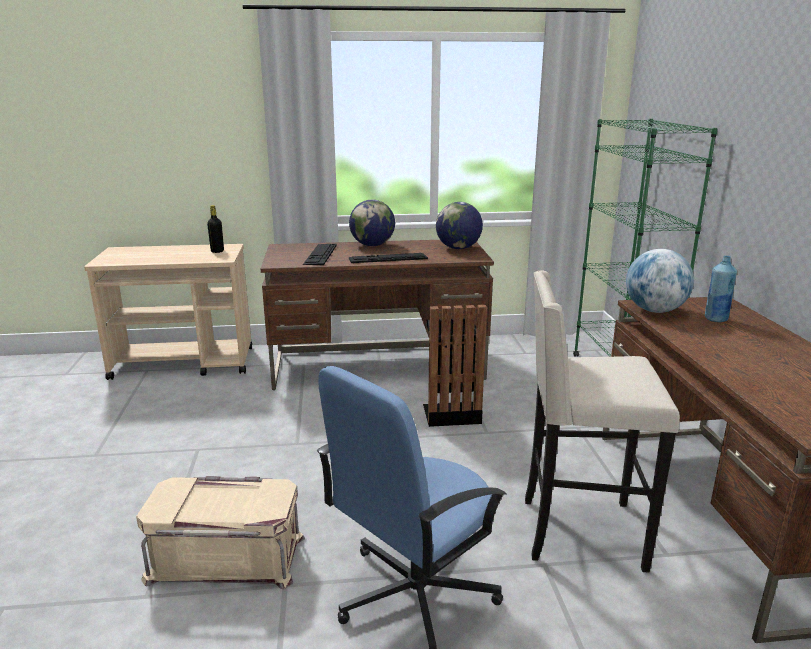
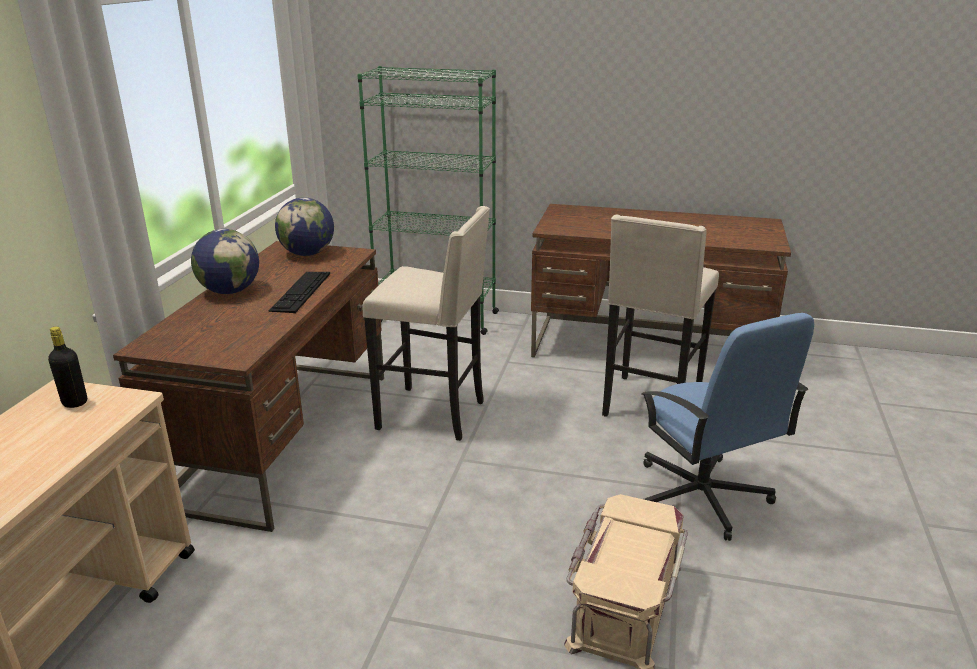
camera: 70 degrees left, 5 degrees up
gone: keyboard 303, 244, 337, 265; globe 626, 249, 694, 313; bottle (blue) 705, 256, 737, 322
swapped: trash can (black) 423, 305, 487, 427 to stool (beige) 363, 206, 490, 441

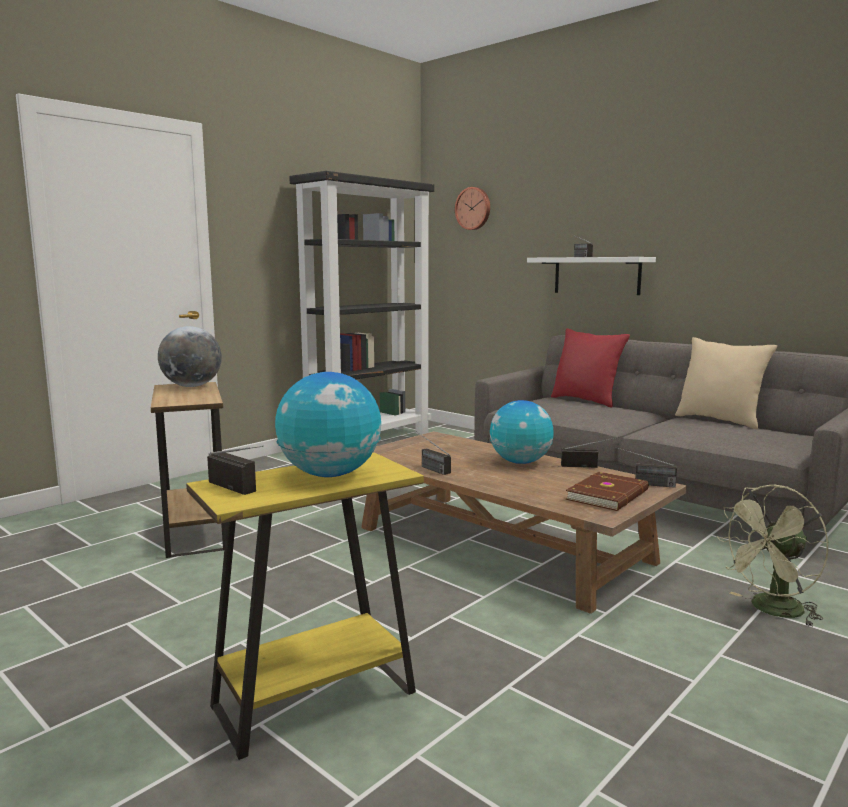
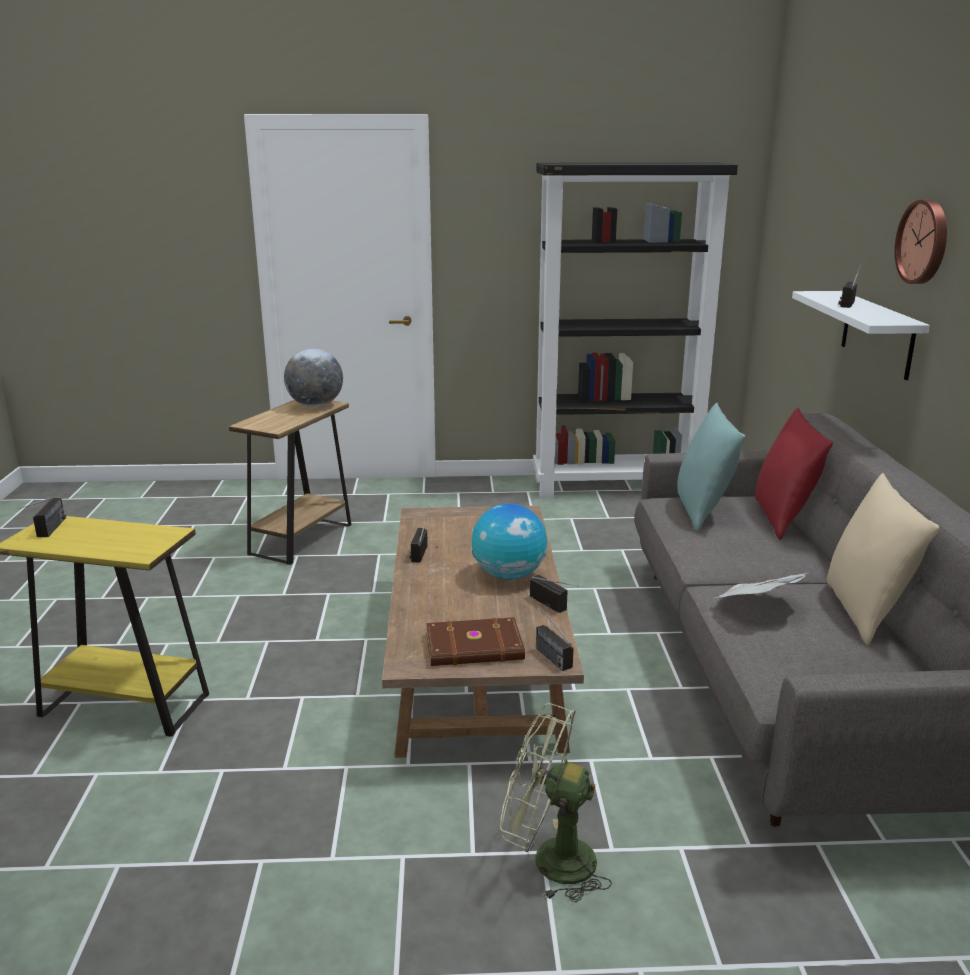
camera: 45 degrees right, 10 degrees up
gone: globe 275, 372, 381, 477
new: pillow (turquoise) 677, 403, 745, 532; newspaper 715, 573, 807, 598
shifted: wall clock 455, 187, 490, 230 to 895, 199, 947, 284

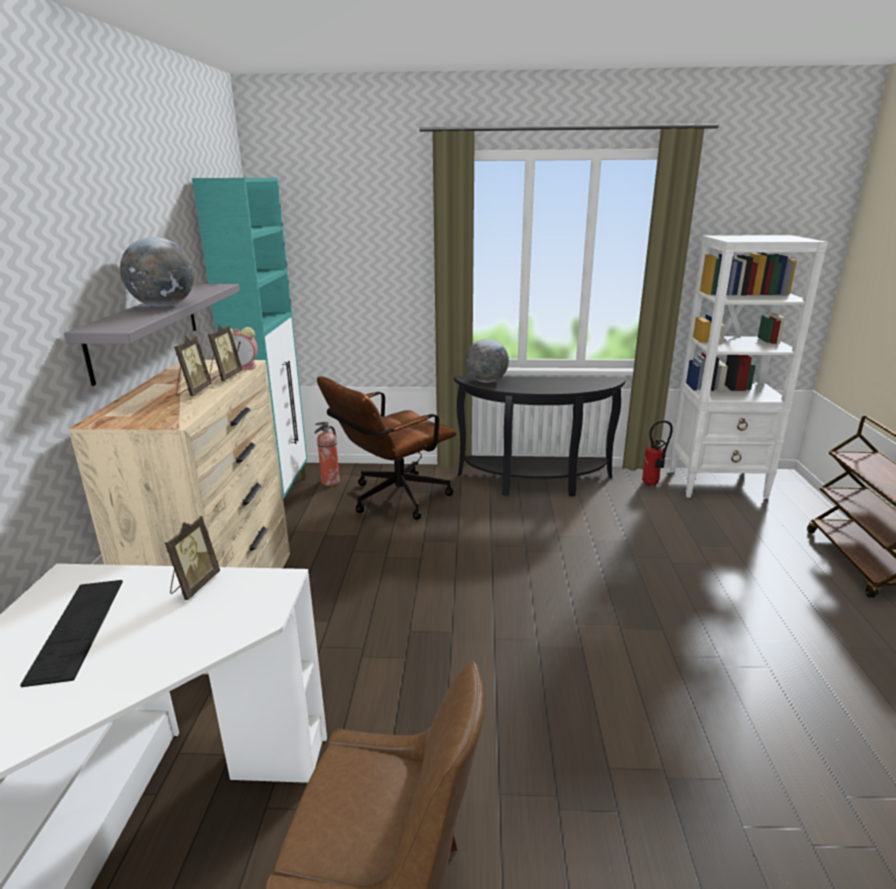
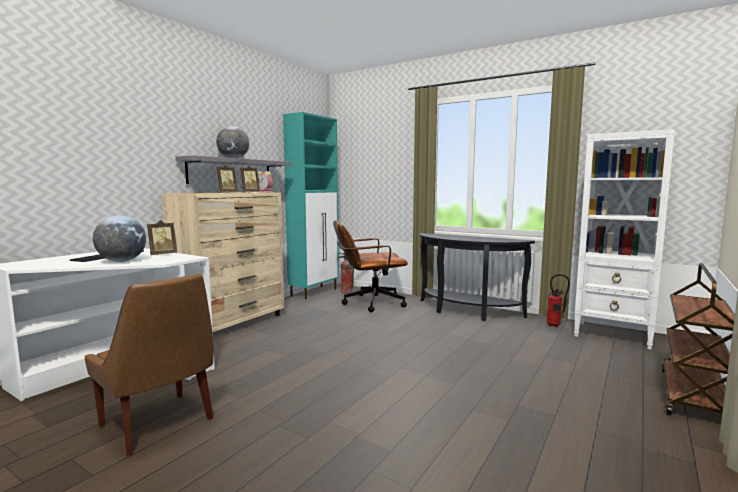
camera: 30 degrees right, 15 degrees down
shifted: globe 465, 339, 509, 383 to 93, 216, 146, 262

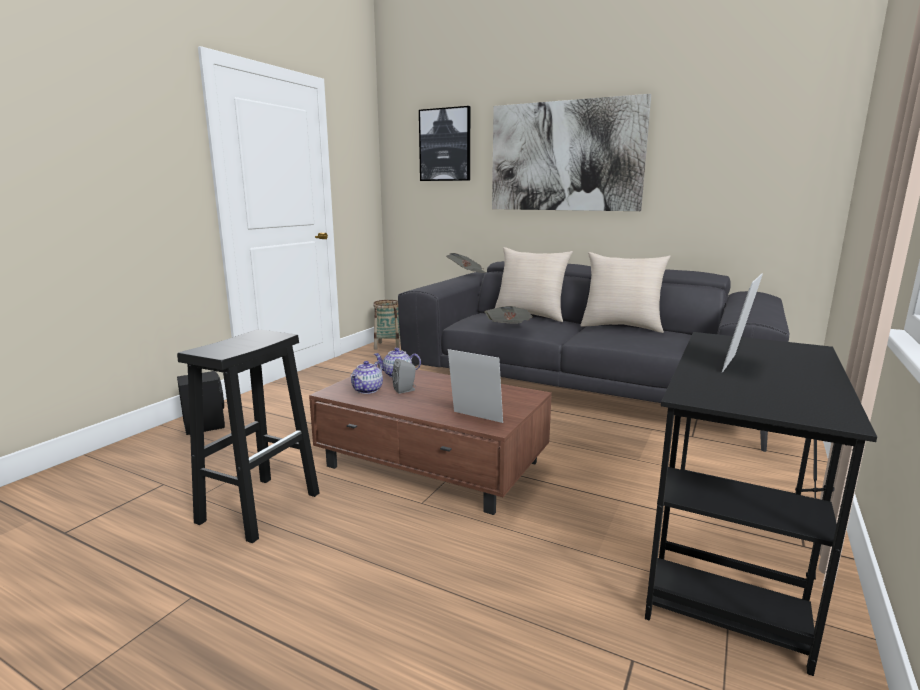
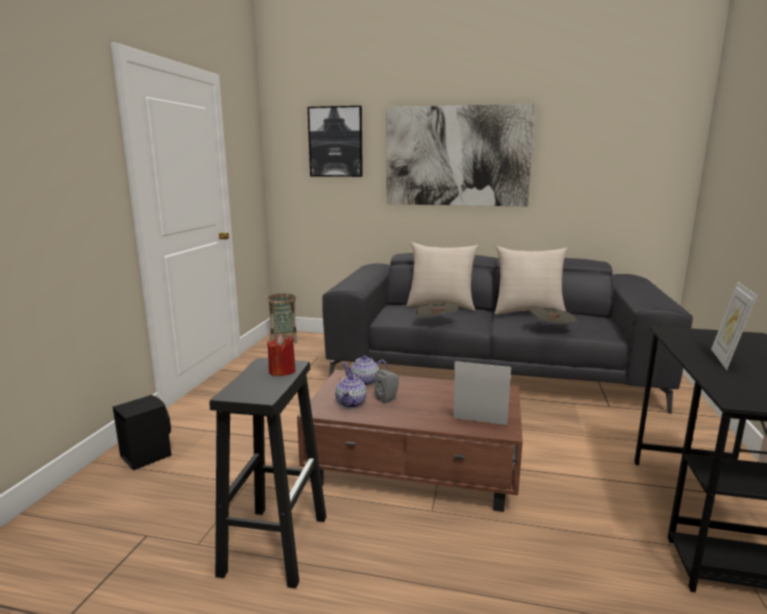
camera: 15 degrees left, 0 degrees up
new: candle (red) 268, 335, 296, 376
shifted: newspaper 446, 253, 486, 273 to 529, 308, 578, 324

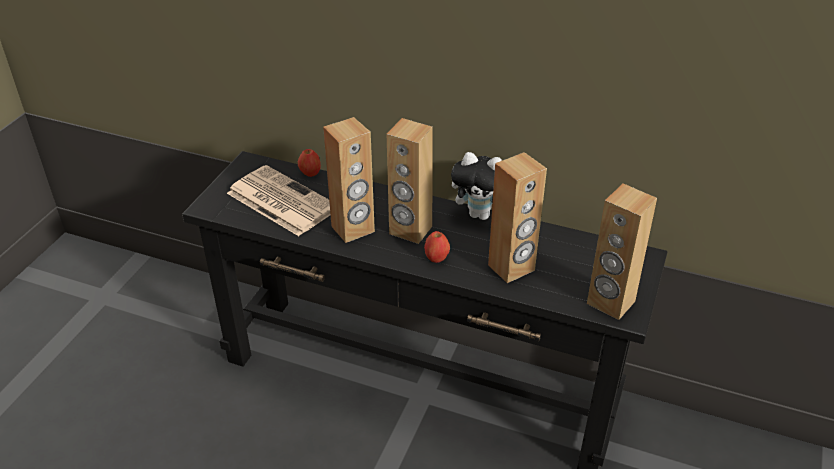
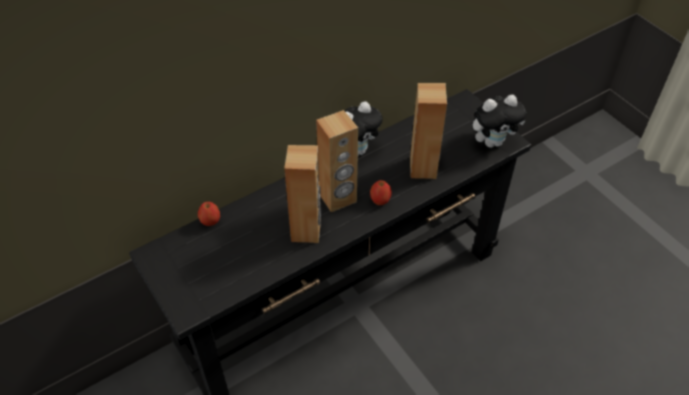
camera: 55 degrees left, 10 degrees up
gone: newspaper 227, 165, 330, 236
swapped: speaker (brown) 587, 184, 657, 320 to plush toy 473, 95, 526, 148

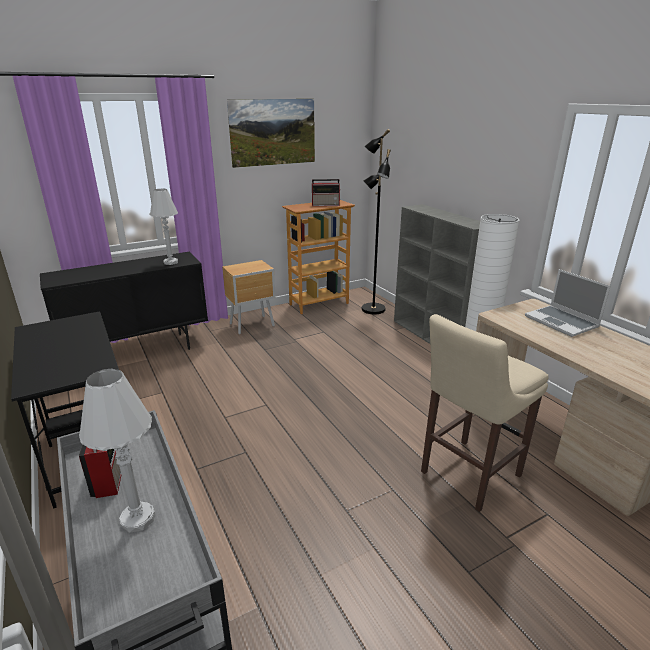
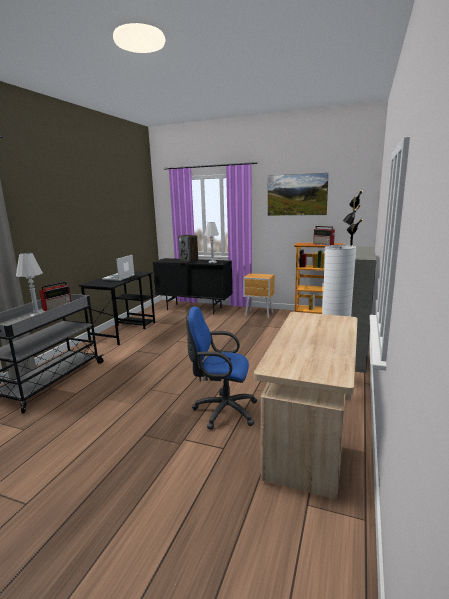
camera: 50 degrees right, 10 degrees down
new: speaker 178, 235, 199, 263
shifted: laptop 525, 269, 611, 337 to 102, 255, 135, 281
swapped: stool (beige) 421, 314, 549, 512 to office chair (blue) 186, 307, 258, 430

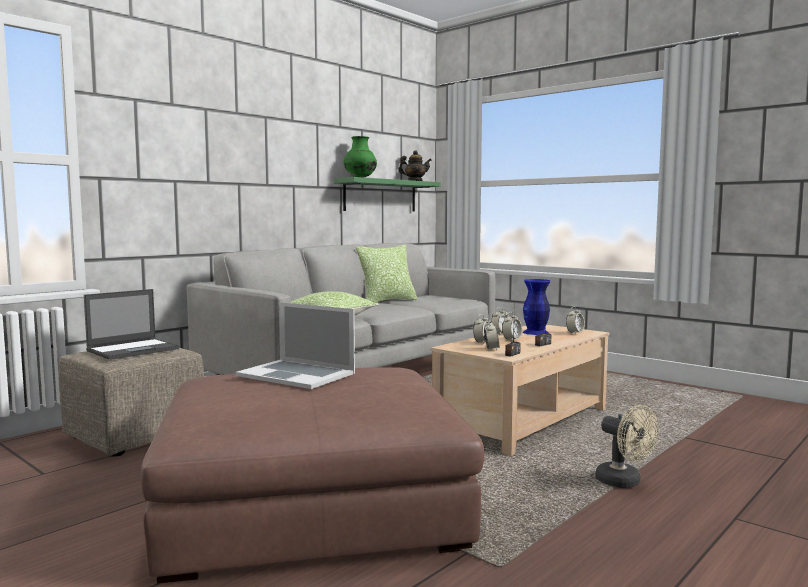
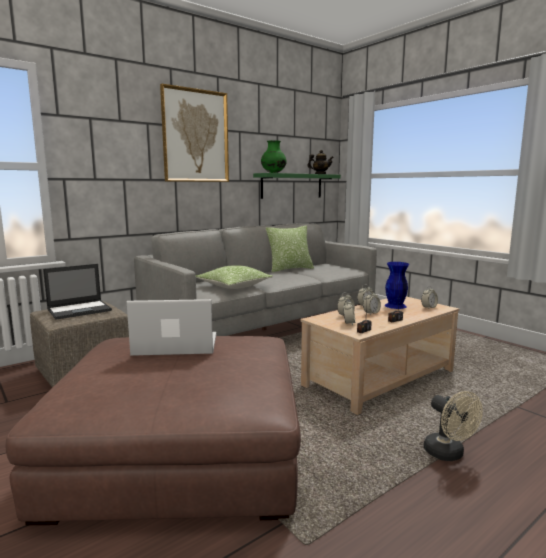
camera: 10 degrees right, 5 degrees up
new: picture 160, 84, 229, 182
rotated: laptop 236, 302, 355, 389 = 127, 299, 216, 356 135 degrees clockwise

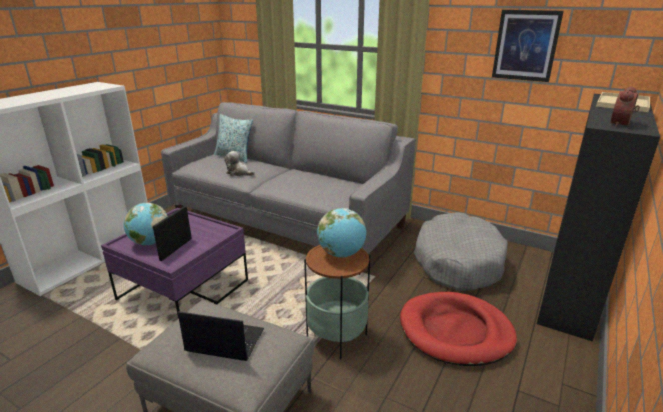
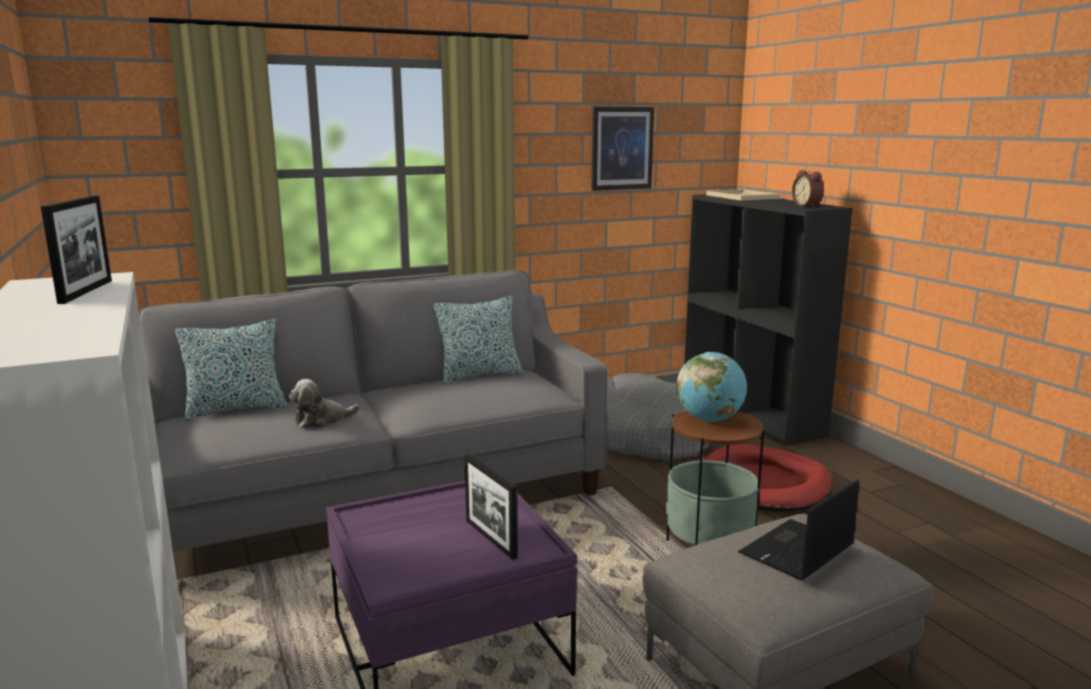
camera: 55 degrees left, 10 degrees down
gone: globe 124, 203, 168, 245
new: picture frame 41, 195, 112, 304; pillow 433, 296, 523, 384

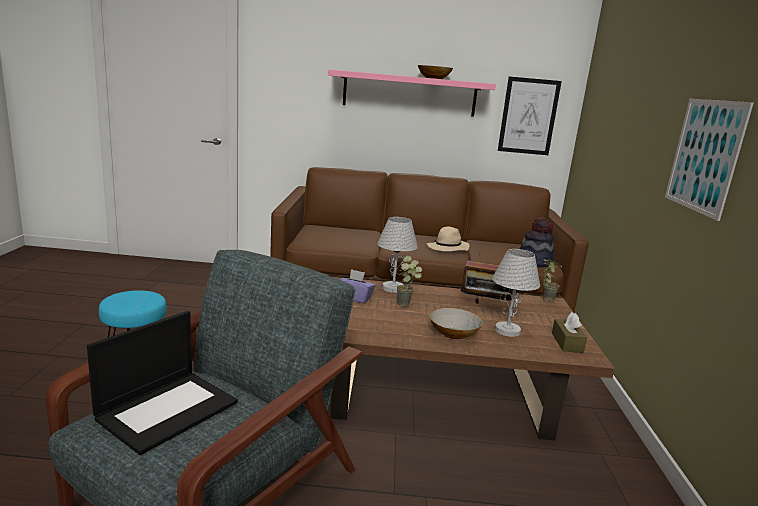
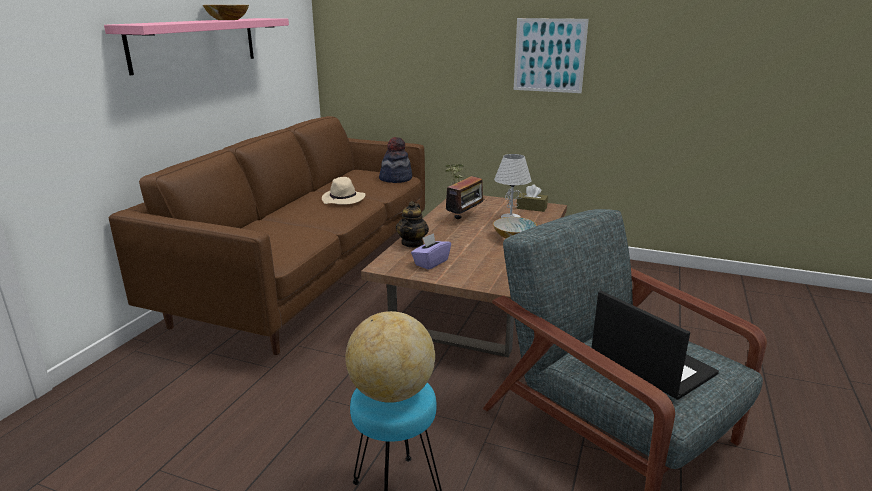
camera: 70 degrees left, 5 degrees up
gone: potted plant 397, 256, 422, 307; picture 498, 77, 562, 155
new: globe 345, 311, 435, 403
swapped: table lamp (white) 377, 217, 418, 293 to teapot 396, 201, 429, 248

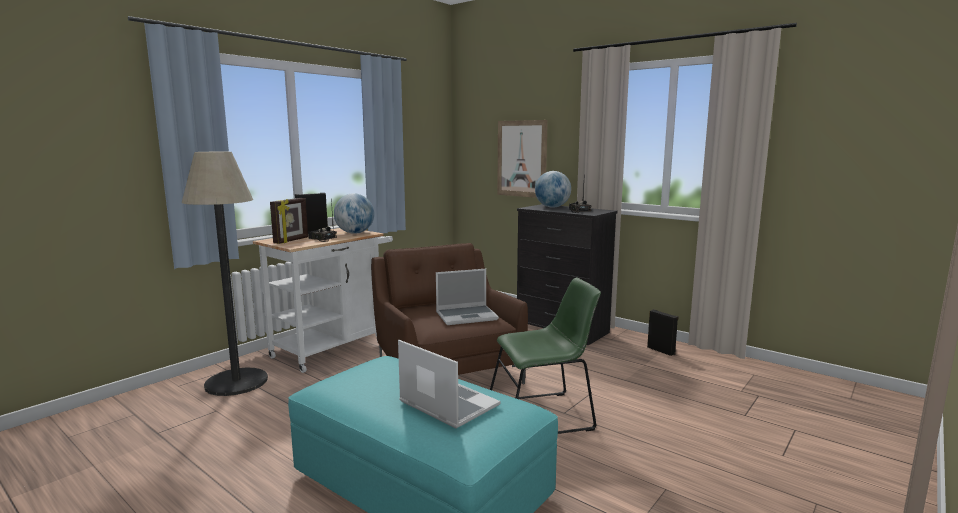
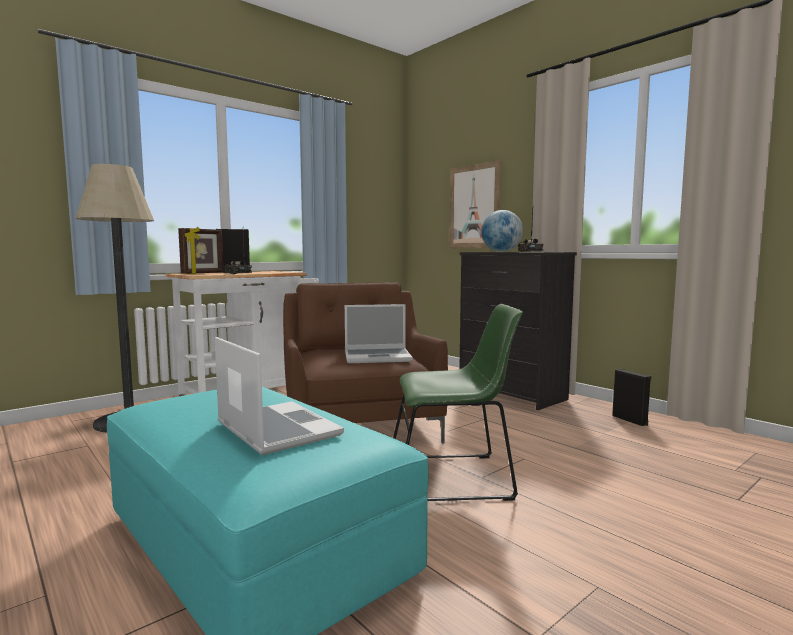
camera: 10 degrees right, 5 degrees down
gone: globe 334, 193, 374, 234

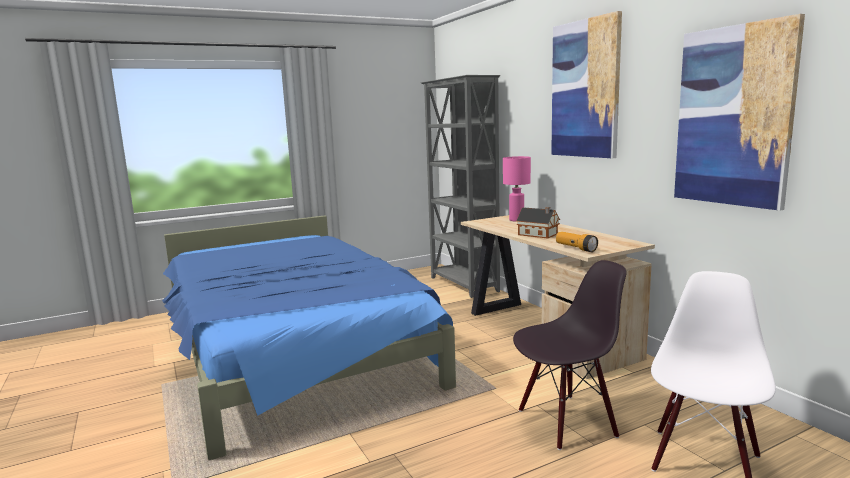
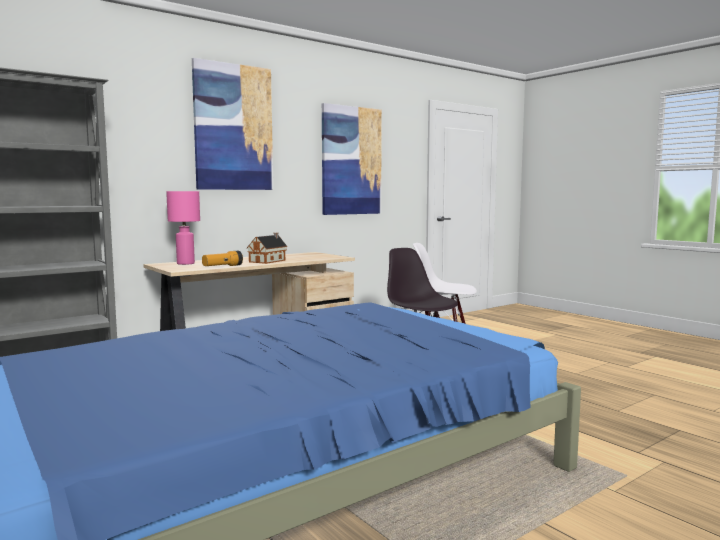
camera: 100 degrees left, 5 degrees down
shifted: flashlight 556, 232, 598, 252 to 202, 251, 243, 266

